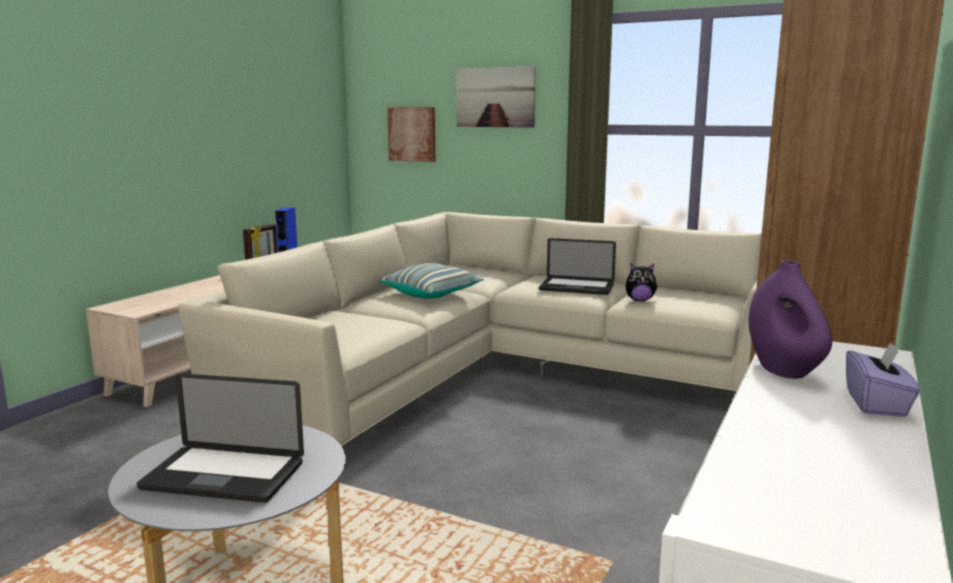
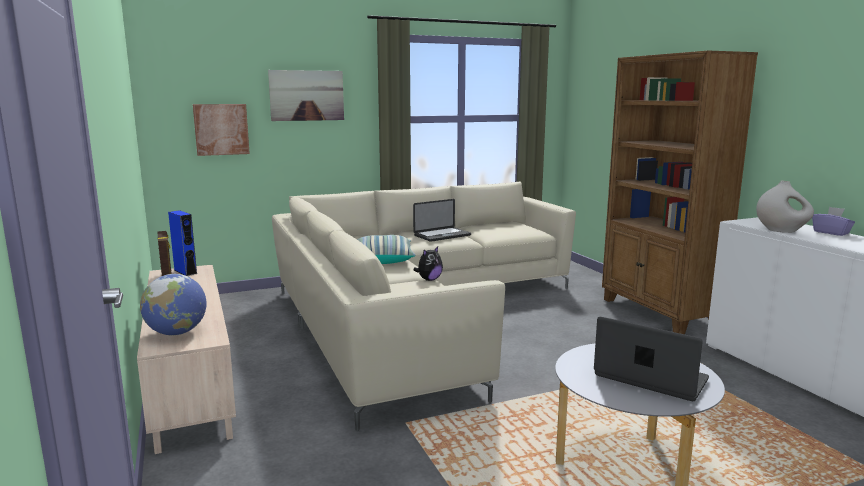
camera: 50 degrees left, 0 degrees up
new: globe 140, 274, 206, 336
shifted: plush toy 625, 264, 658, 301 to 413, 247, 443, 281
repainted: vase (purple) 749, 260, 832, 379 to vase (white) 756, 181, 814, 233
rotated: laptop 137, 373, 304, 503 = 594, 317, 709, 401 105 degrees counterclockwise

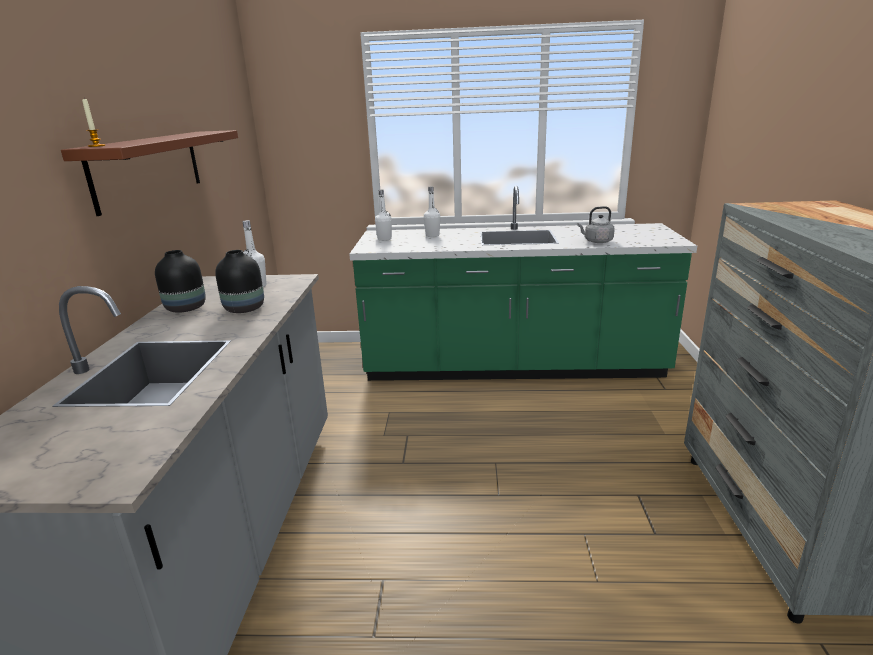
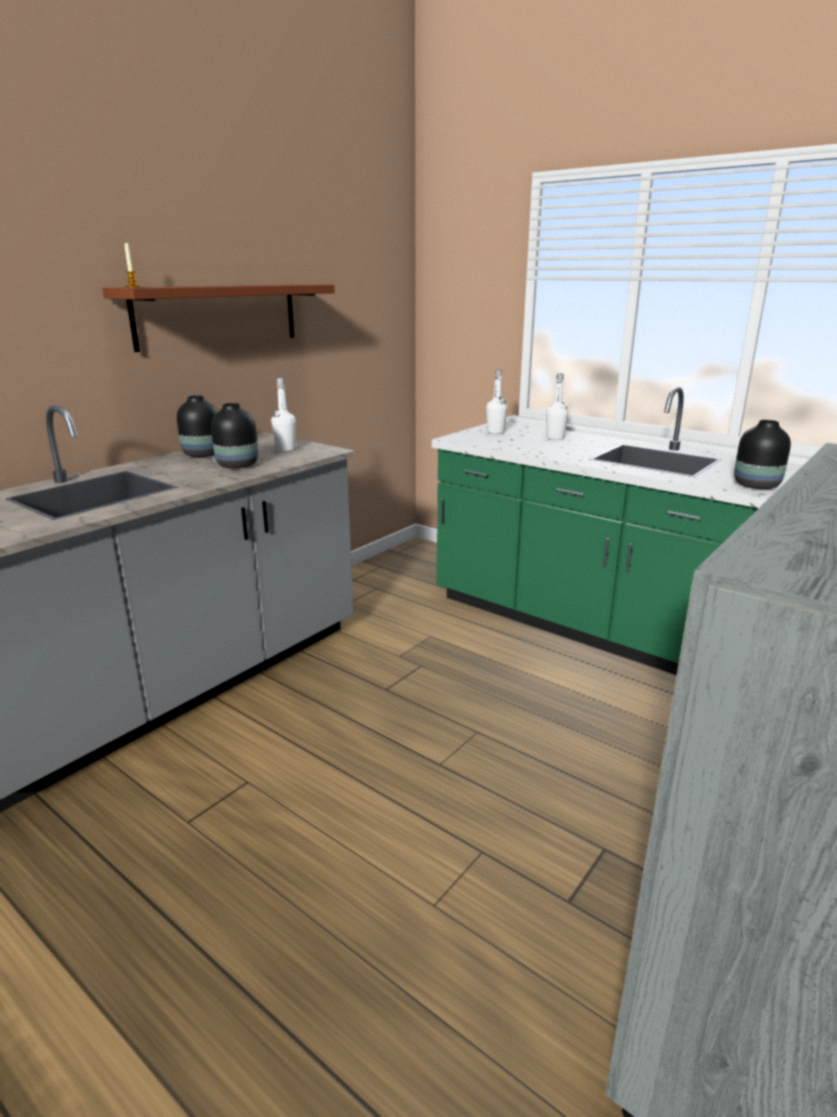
camera: 35 degrees right, 0 degrees up
swapped: kettle (grey) 577, 206, 615, 243 to vase (black) 734, 420, 791, 489

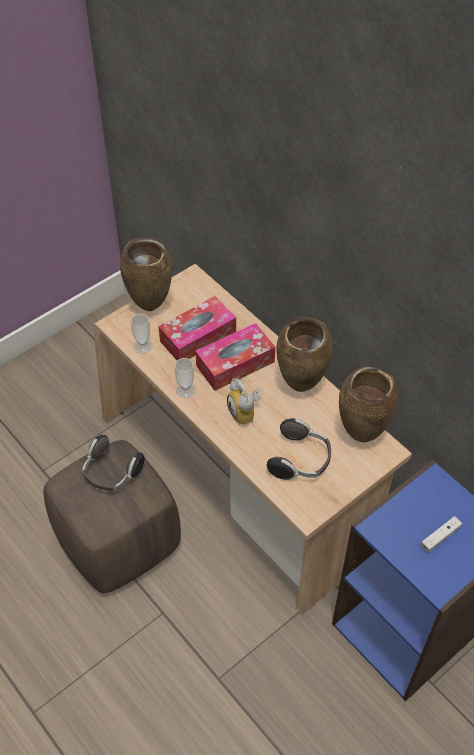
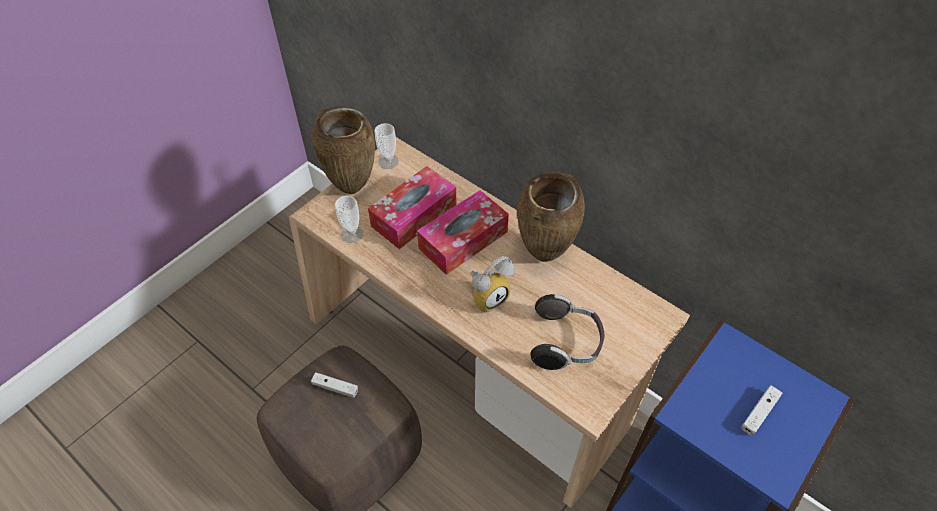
camera: 10 degrees left, 0 degrees up
gone: vase (brown) 339, 367, 398, 442
shifted: cup 175, 358, 196, 398 to 374, 123, 399, 169
swapped: headphones 82, 435, 145, 491 to game controller (white) 311, 373, 358, 398
rotated: alarm clock 227, 378, 261, 425 = 470, 256, 514, 313 90 degrees counterclockwise

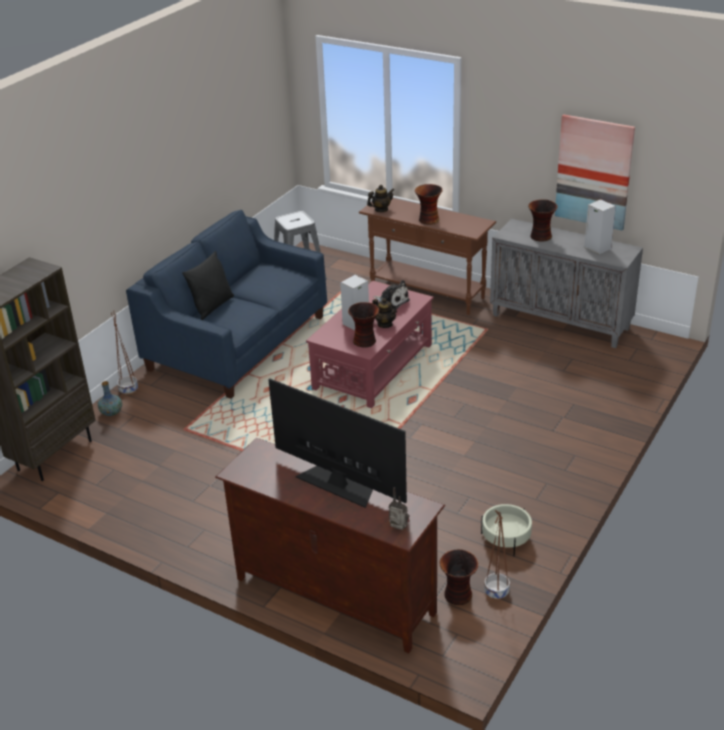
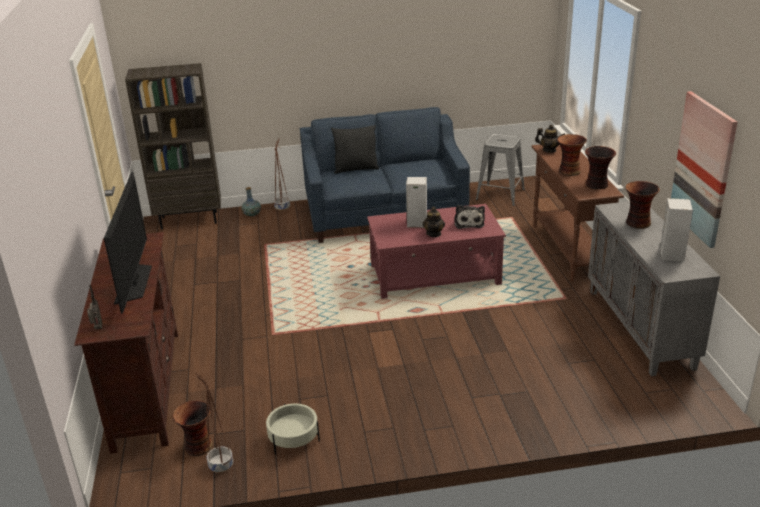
camera: 50 degrees right, 5 degrees down
shifted: vase 348, 302, 379, 348 to 585, 146, 616, 189

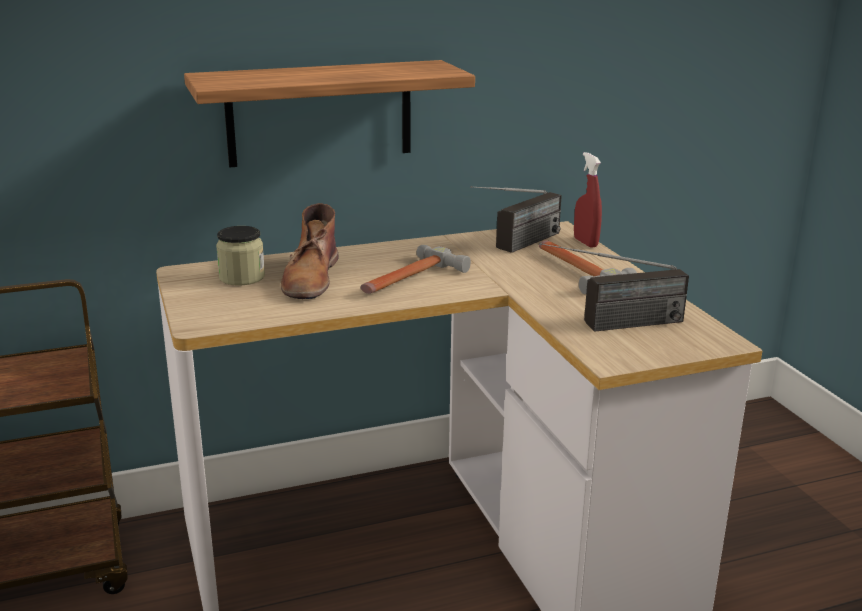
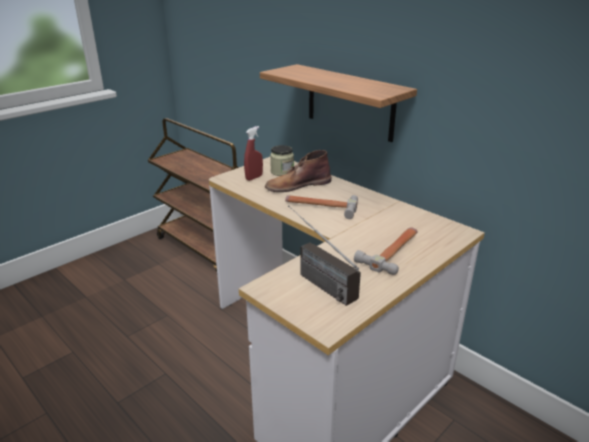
camera: 65 degrees right, 5 degrees up
gone: radio 470, 186, 562, 253
shifted: spray bottle (red) 574, 152, 602, 248 to 244, 126, 263, 181

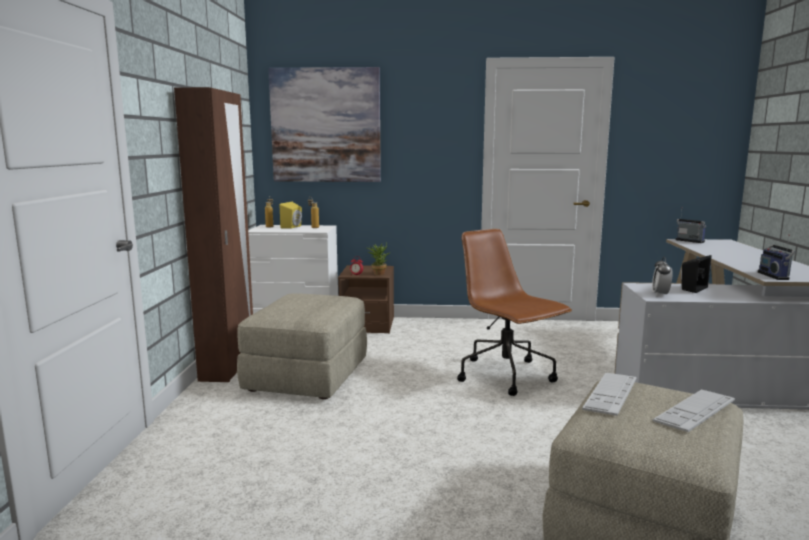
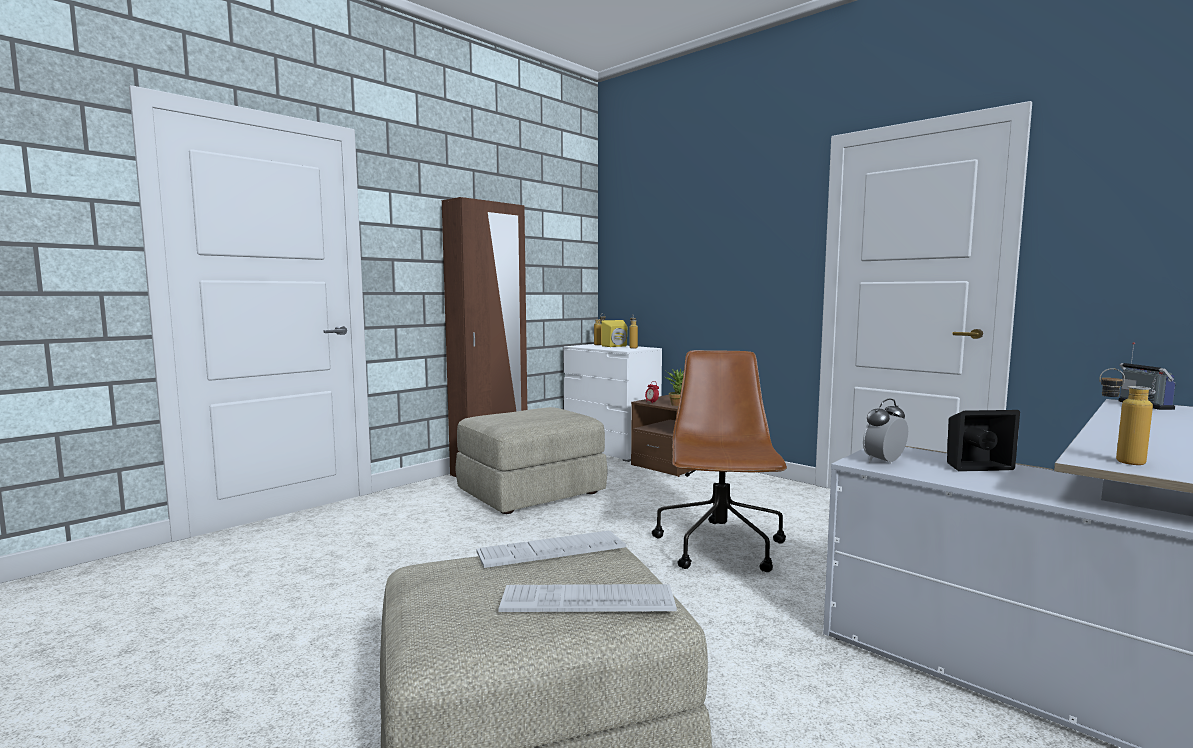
camera: 40 degrees right, 5 degrees down
gone: picture 268, 67, 381, 182
swapped: radio 758, 234, 795, 280 to bottle 1099, 368, 1153, 465

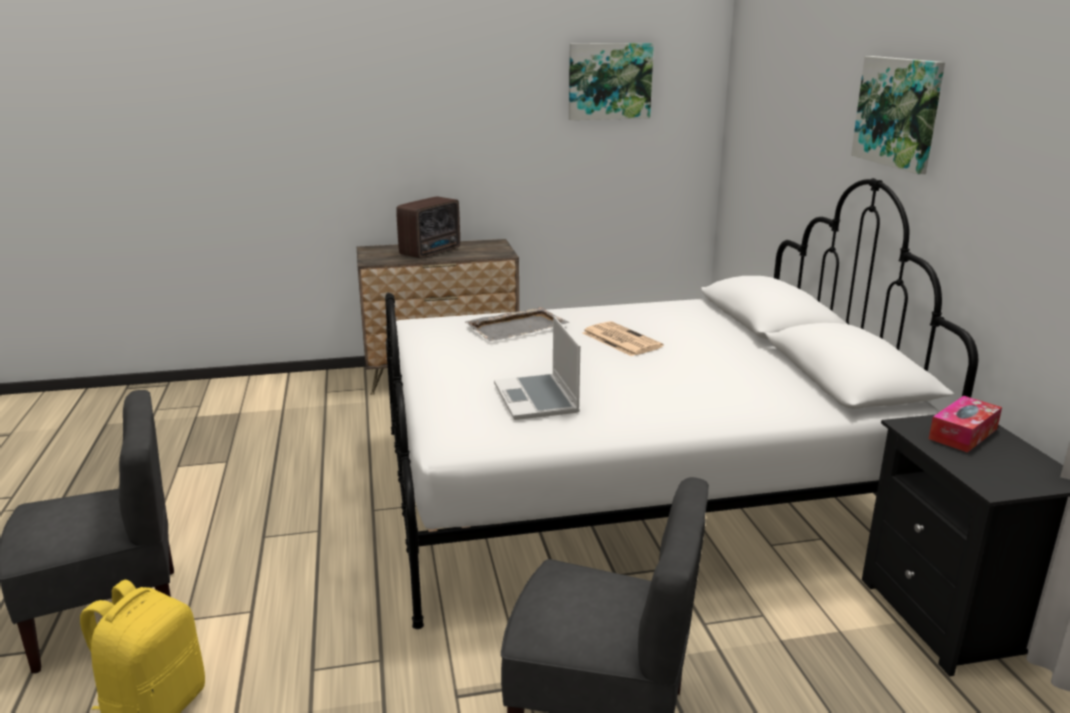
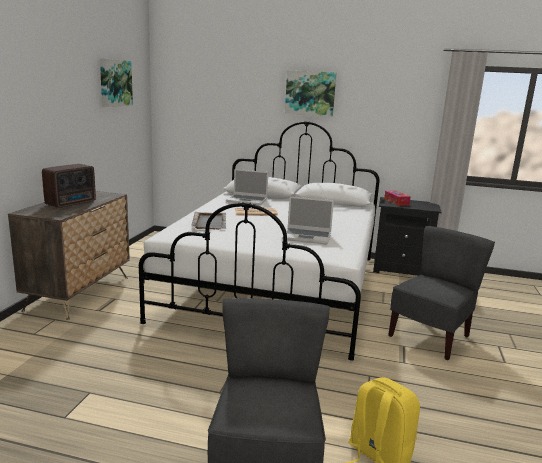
camera: 65 degrees left, 5 degrees down
new: laptop 226, 169, 268, 205
rotated: radio 396, 196, 460, 259 = 42, 164, 96, 208 60 degrees clockwise

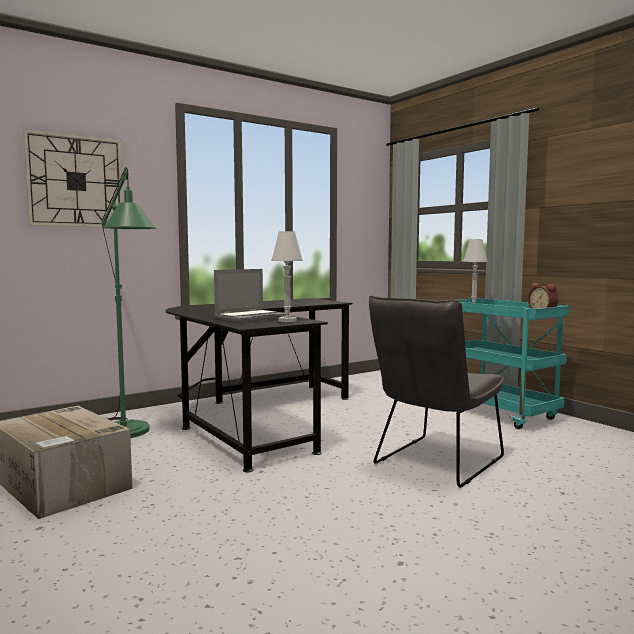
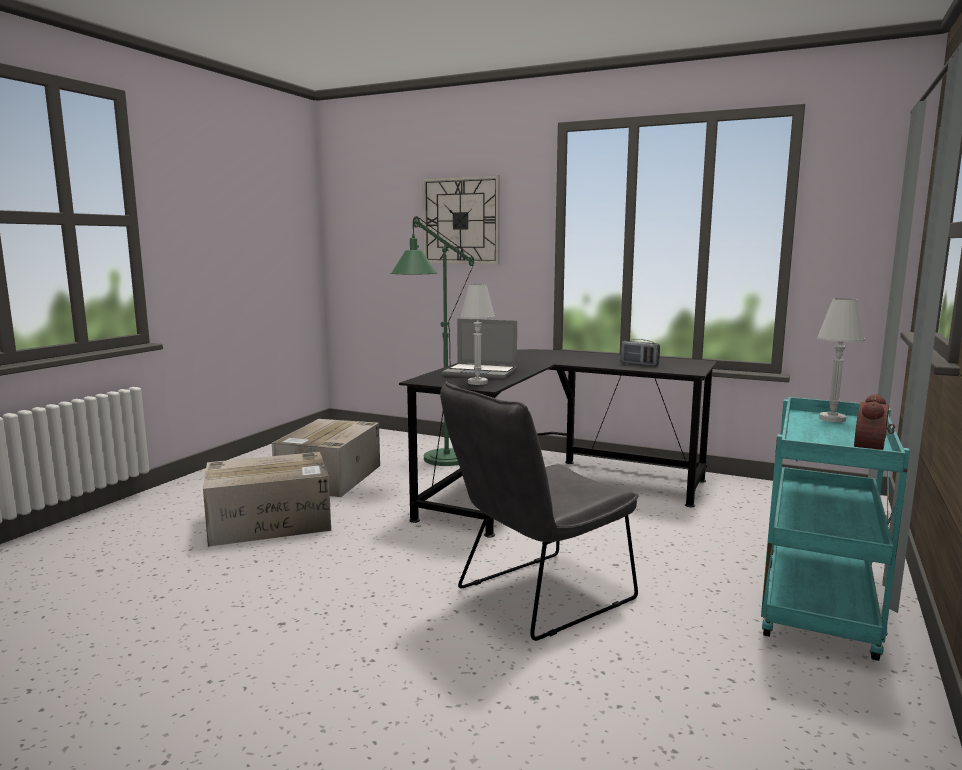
camera: 60 degrees right, 5 degrees up
new: cardboard box 203, 452, 331, 547; radio 621, 339, 660, 366
rotated: chair (grey) 369, 296, 504, 488 = 440, 381, 639, 641 45 degrees counterclockwise

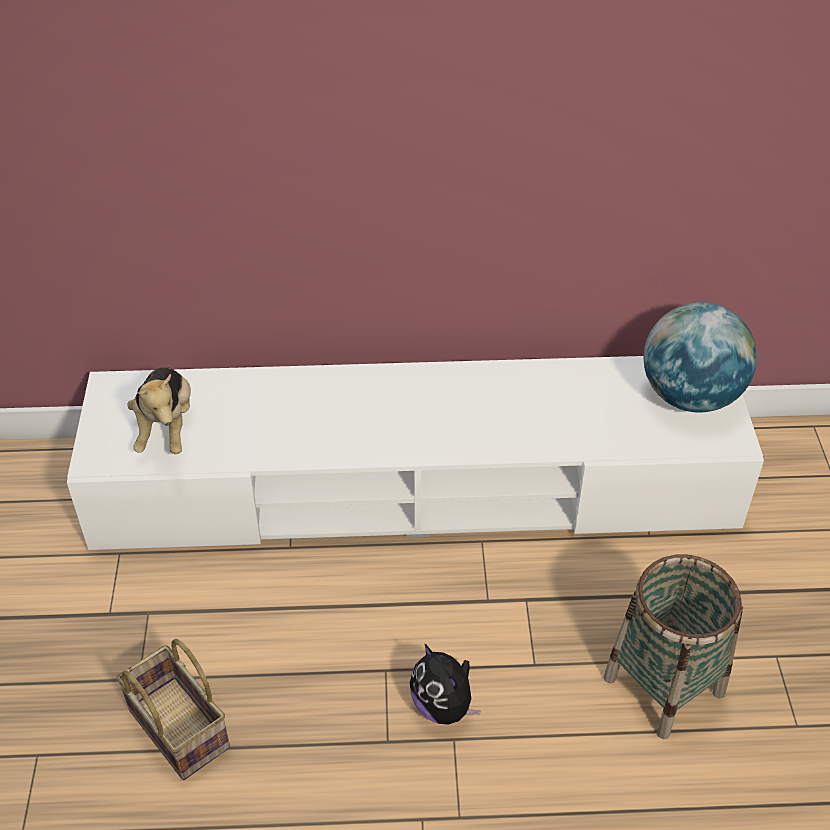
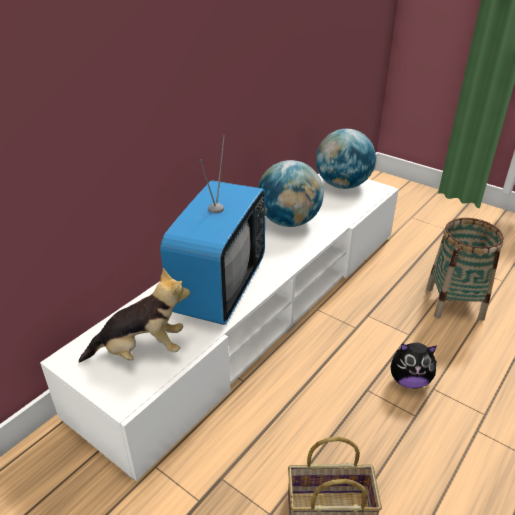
camera: 50 degrees left, 10 degrees down
new: television 160, 135, 265, 325; globe 258, 160, 324, 227
rotated: plush toy 127, 367, 191, 454 = 79, 268, 190, 363 45 degrees counterclockwise

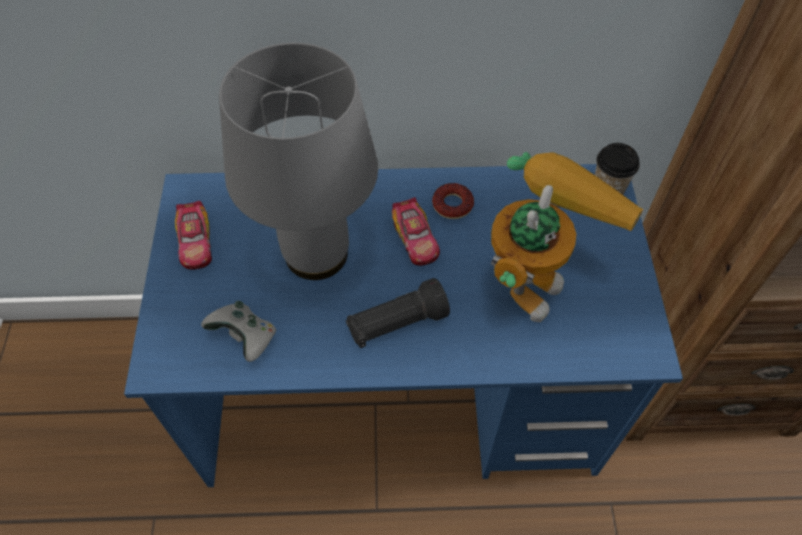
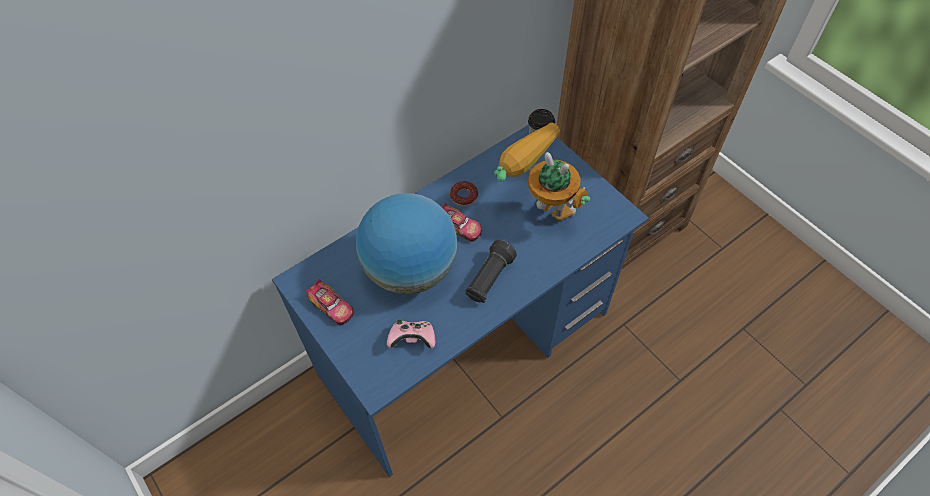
camera: 35 degrees left, 0 degrees up
swapped: table lamp (grey) 219, 42, 378, 280 to globe 356, 193, 457, 294
repainted: game controller (grey) 201, 301, 276, 362 to game controller (pink) 387, 320, 435, 348
rotated: toy robot 491, 152, 643, 322 = 494, 122, 590, 220 45 degrees counterclockwise

